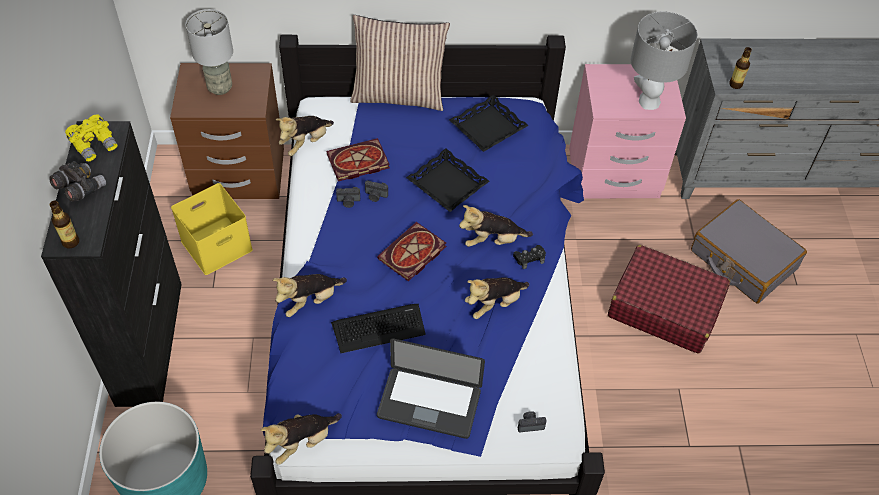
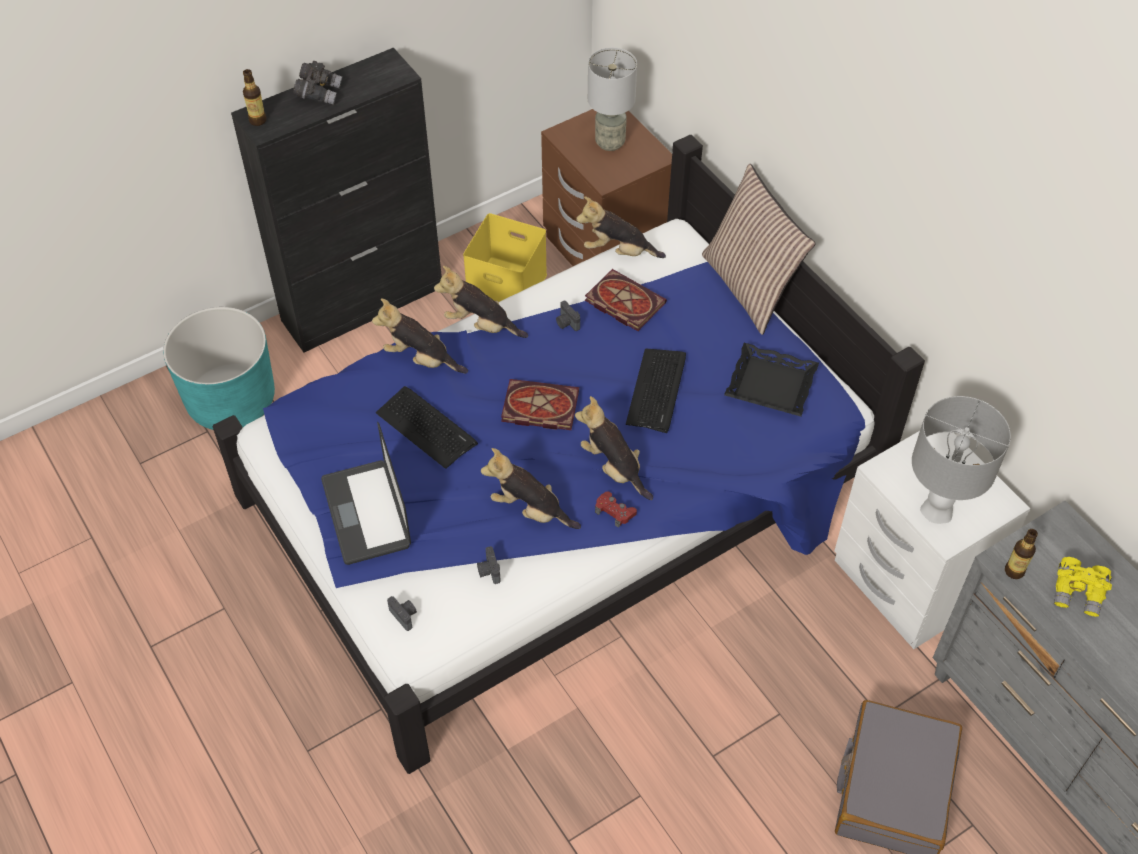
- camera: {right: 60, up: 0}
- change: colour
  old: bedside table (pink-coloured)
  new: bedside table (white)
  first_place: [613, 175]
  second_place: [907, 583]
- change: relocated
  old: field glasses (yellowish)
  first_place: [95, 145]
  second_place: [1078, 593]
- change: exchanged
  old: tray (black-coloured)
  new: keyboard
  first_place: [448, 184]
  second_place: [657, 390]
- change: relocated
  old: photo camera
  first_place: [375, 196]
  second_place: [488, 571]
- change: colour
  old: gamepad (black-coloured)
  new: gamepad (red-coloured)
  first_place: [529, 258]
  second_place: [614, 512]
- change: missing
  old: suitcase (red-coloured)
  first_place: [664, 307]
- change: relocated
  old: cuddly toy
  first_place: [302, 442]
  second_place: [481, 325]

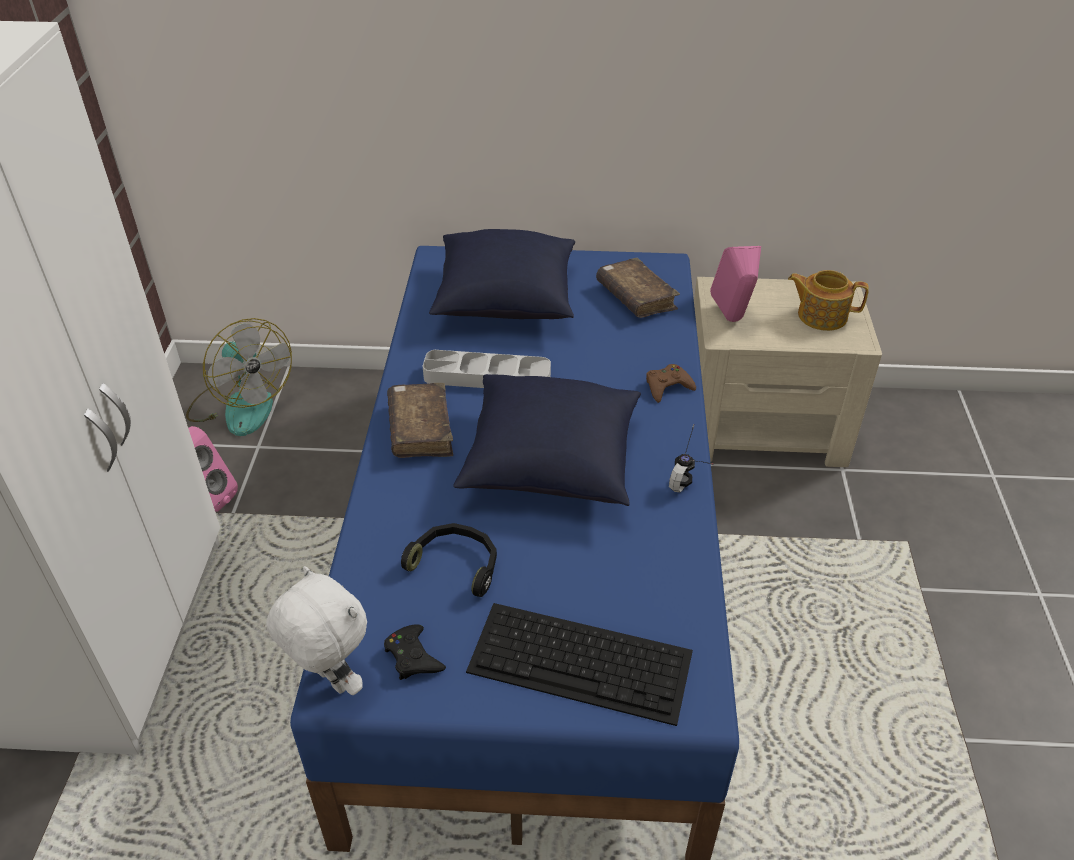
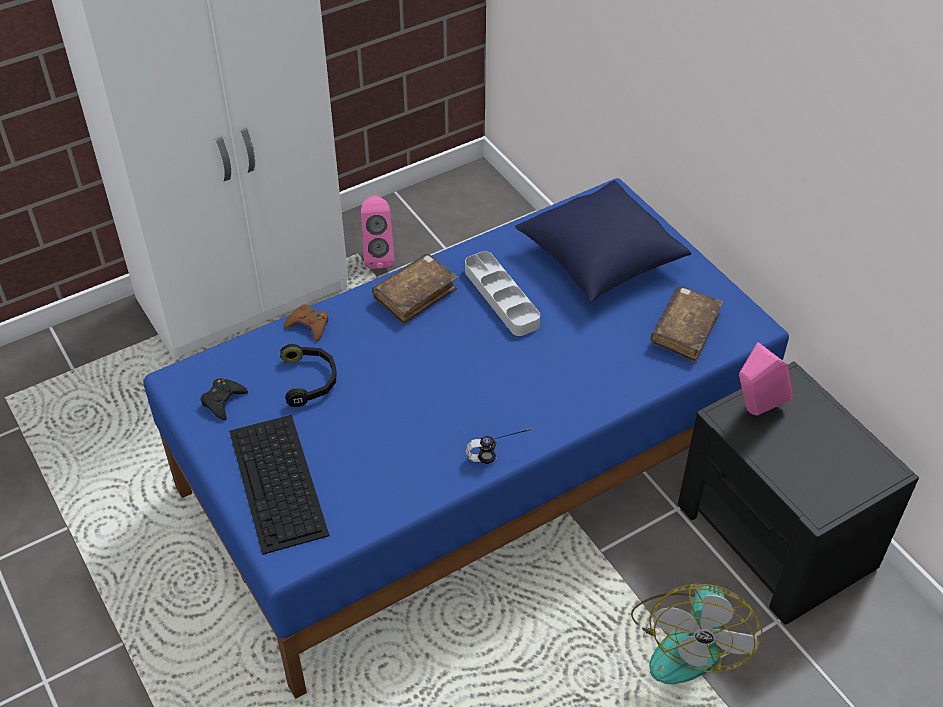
- camera: {right: 55, up: 5}
- change: missing
  old: tea pot
  first_place: [821, 315]
- change: colour
  old: bedside table (beige)
  new: bedside table (black-coloured)
  first_place: [763, 425]
  second_place: [776, 536]
- change: relocated
  old: cooling fan
  first_place: [241, 404]
  second_place: [687, 641]
- change: relocated
  old: gamepad (brownish)
  first_place: [667, 387]
  second_place: [309, 325]
- change: missing
  old: pillow (blue)
  first_place: [550, 463]
- change: missing
  old: cuddly toy (white)
  first_place: [330, 680]

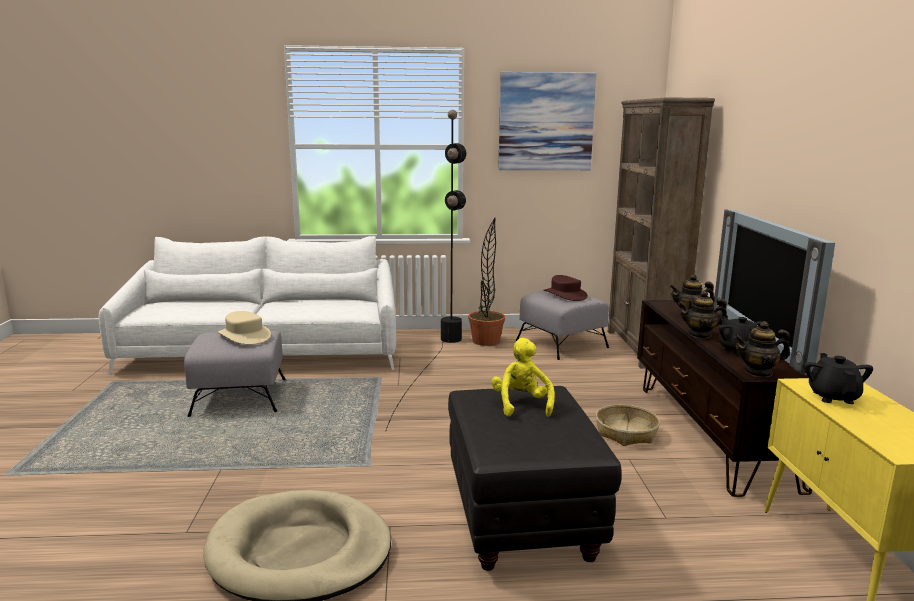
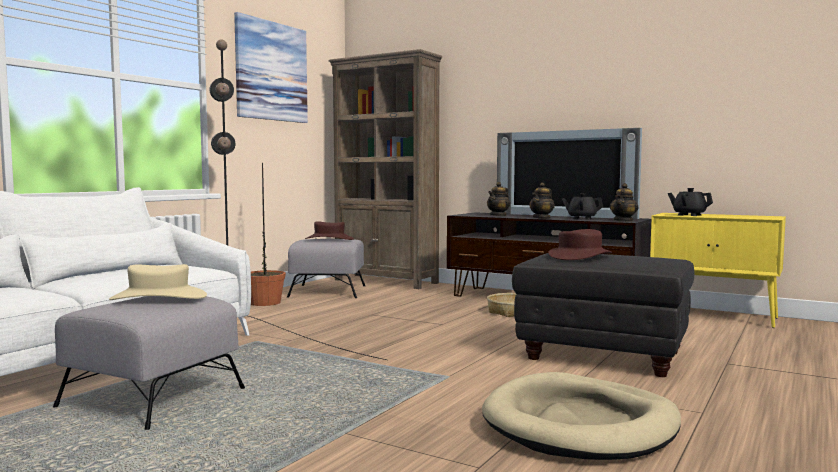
- camera: {right: -55, up: -10}
- change: exchanged
  old: cuddly toy (yellowish)
  new: clothing hat (brownish)
  first_place: [521, 404]
  second_place: [579, 256]

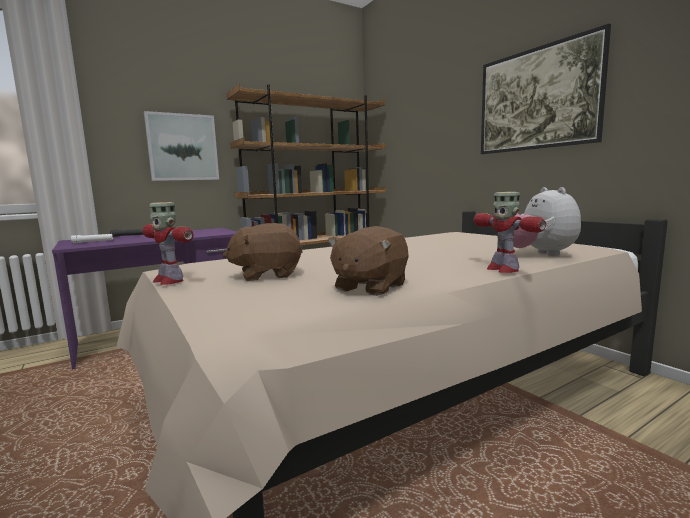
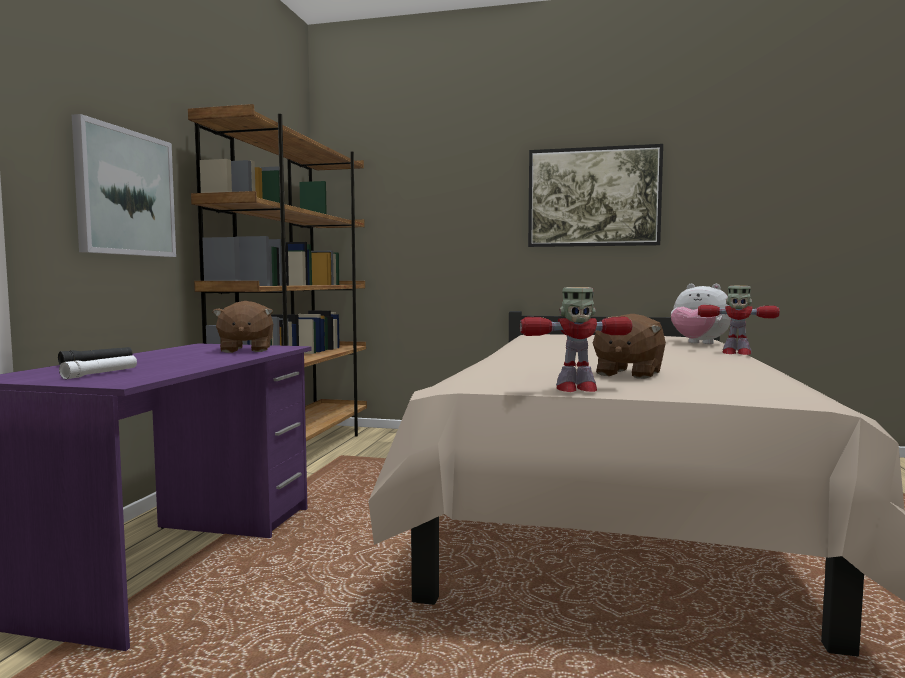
- camera: {right: -45, up: -5}
- change: relocated
  old: cuddly toy (brownish)
  first_place: [369, 287]
  second_place: [245, 350]

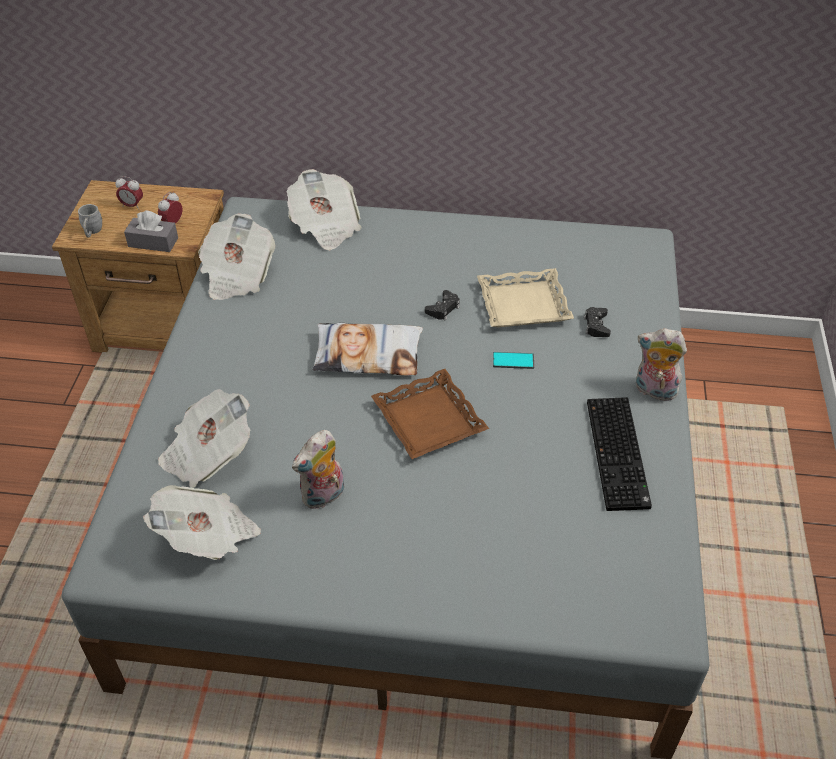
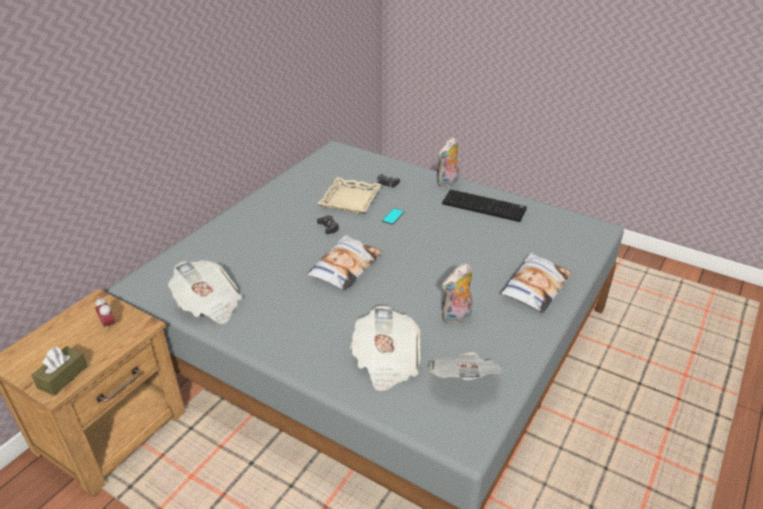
- camera: {right: -65, up: -10}
- change: missing
  old: newspaper
  first_place: [325, 226]
- change: missing
  old: alarm clock
  first_place: [132, 206]
- change: exchanged
  old: mug (grey)
  new: box of tissues (brownish)
  first_place: [92, 232]
  second_place: [63, 377]
- change: missing
  old: box of tissues (grey)
  first_place: [153, 242]
- change: missing
  old: tray (brownish)
  first_place: [428, 420]
- change: spun
  old: cuddly toy
  first_place: [323, 497]
  second_place: [456, 317]
  degrees: 75
- change: appeared
  new: pillow
  second_place: [535, 287]

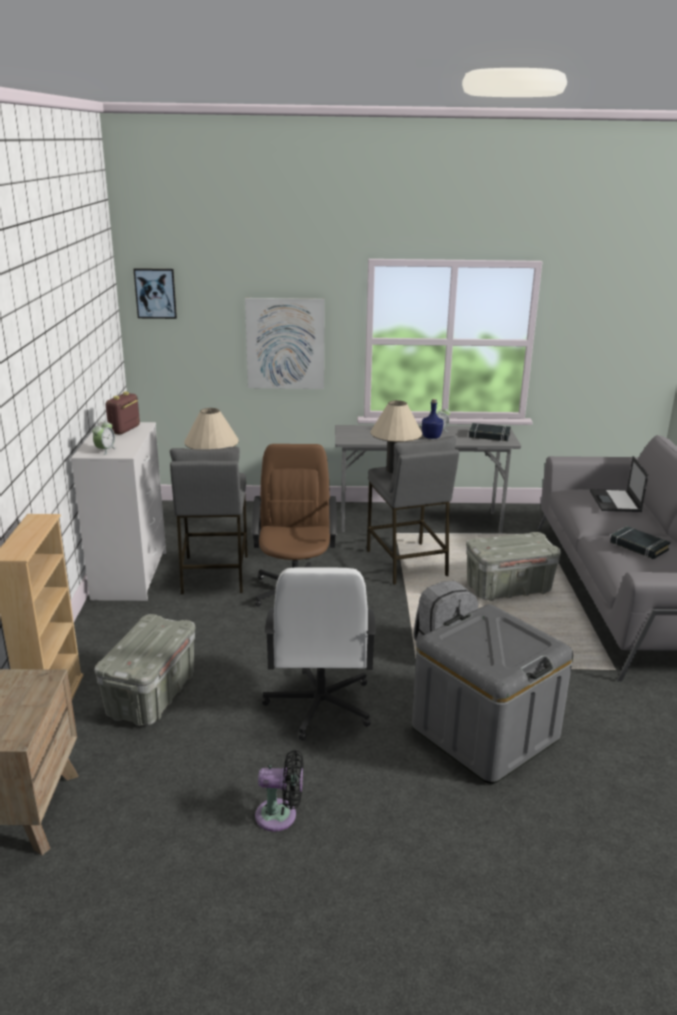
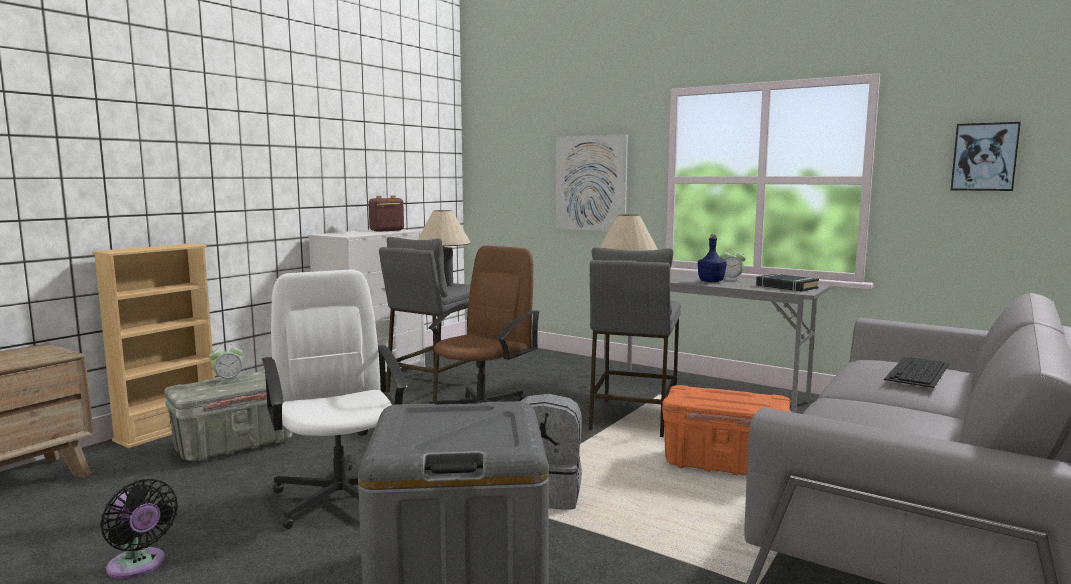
- camera: {right: 35, up: -15}
- change: relocated
  old: picture
  first_place: [155, 293]
  second_place: [984, 157]
- change: relocated
  old: alarm clock
  first_place: [105, 450]
  second_place: [228, 380]
- change: exchanged
  old: laptop
  new: keyboard
  first_place: [615, 501]
  second_place: [918, 372]
- change: missing
  old: volume (black-coloured)
  first_place: [638, 546]
- change: colour
  old: storage box (grey)
  new: storage box (orangey)
  first_place: [508, 588]
  second_place: [724, 465]
- change: spun
  old: desk chair (white)
  first_place: [319, 706]
  second_place: [341, 496]
  degrees: 120

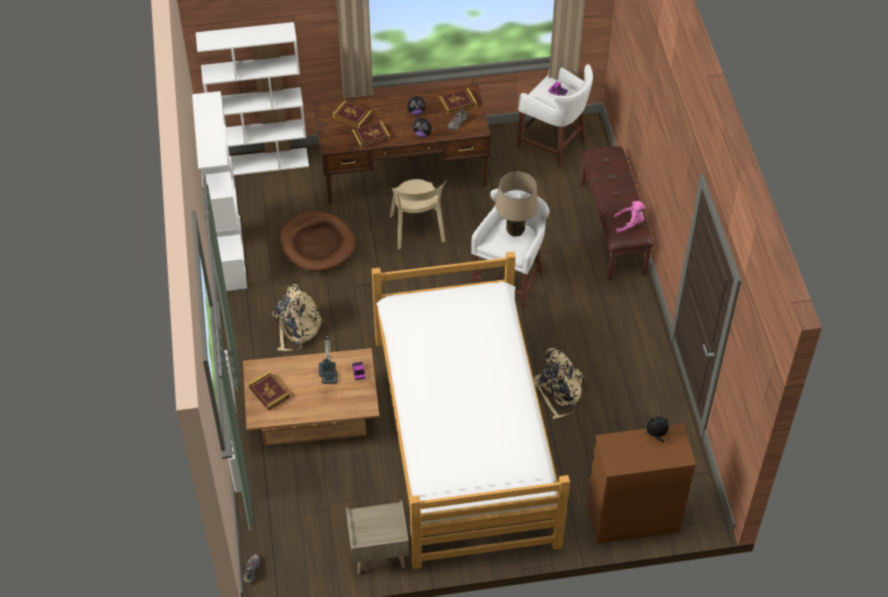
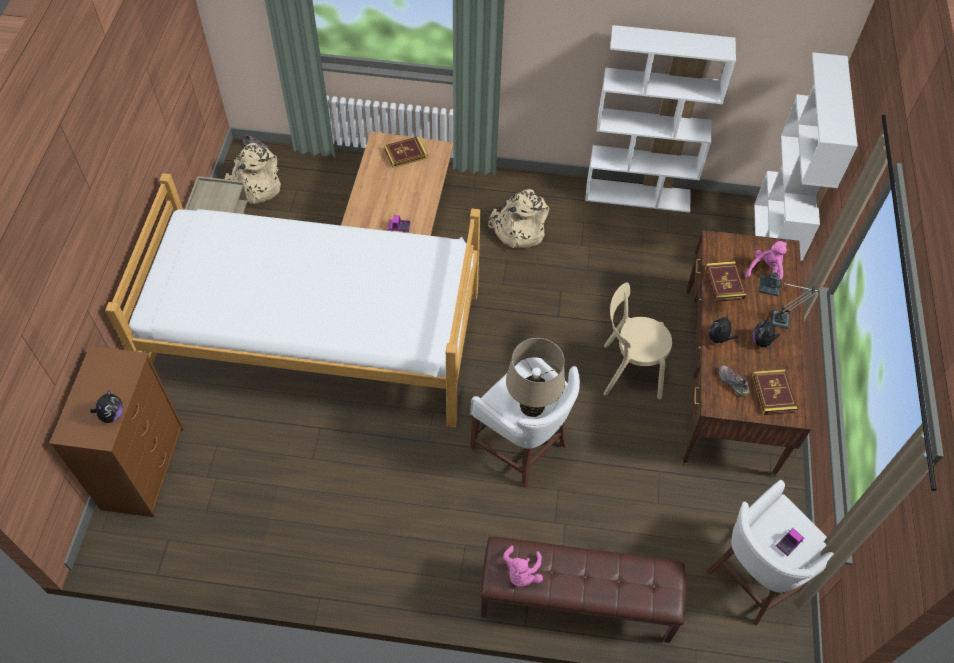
- camera: {right: 105, up: 5}
- change: exchanged
  old: volume
  new: cuddly toy (pink-coloured)
  first_place: [352, 116]
  second_place: [765, 272]
- change: missing
  old: dog cushion (brownish)
  first_place: [317, 244]
- change: relocated
  old: tabletop lamp
  first_place: [329, 381]
  second_place: [774, 319]
- change: relocated
  old: knapsack (beige)
  first_place: [558, 391]
  second_place: [254, 187]

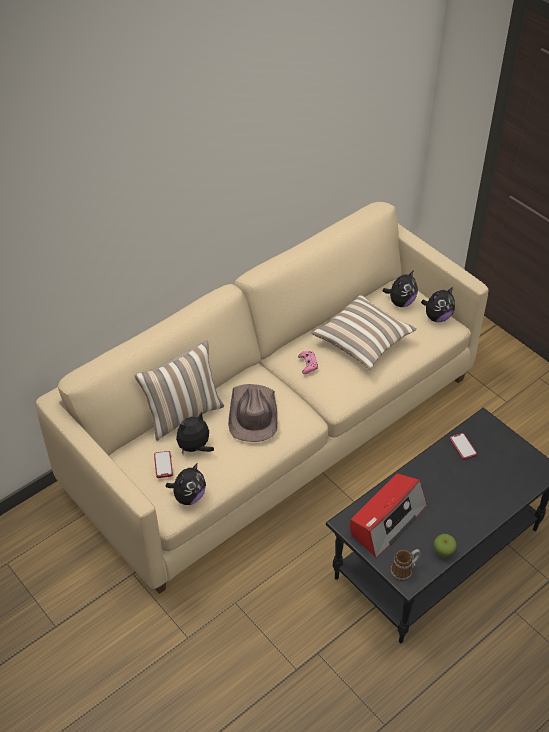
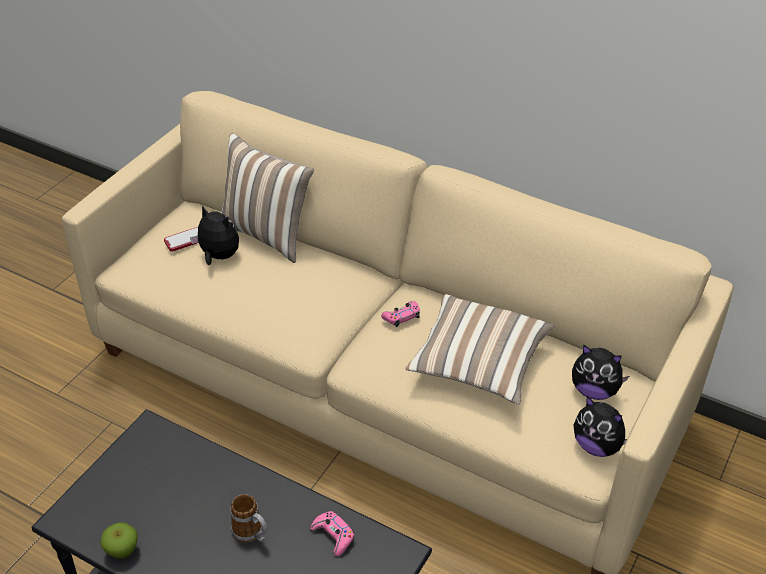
- camera: {right: 70, up: -5}
- change: missing
  old: clothing hat (brownish)
  first_place: [252, 414]
- change: exchanged
  old: phone
  new: gamepad (pink-coloured)
  first_place: [463, 447]
  second_place: [333, 535]
- change: missing
  old: cuddly toy
  first_place: [188, 496]
- change: missing
  old: radio receiver
  first_place: [387, 520]
- change: relocated
  old: mug
  first_place: [405, 570]
  second_place: [252, 533]

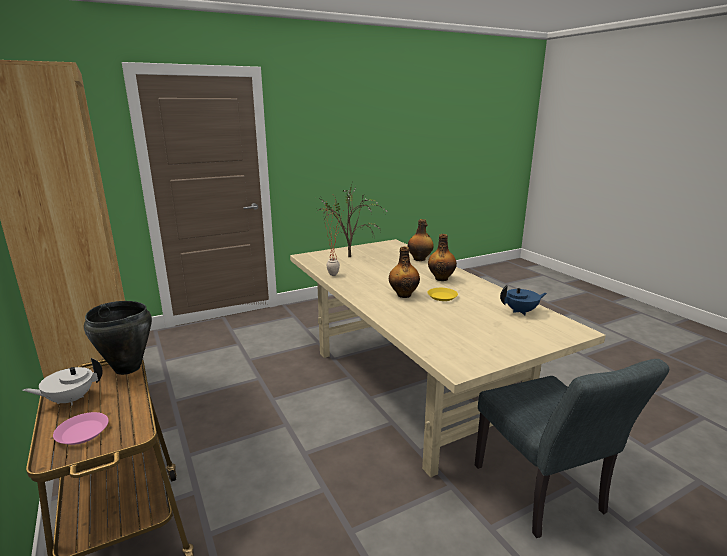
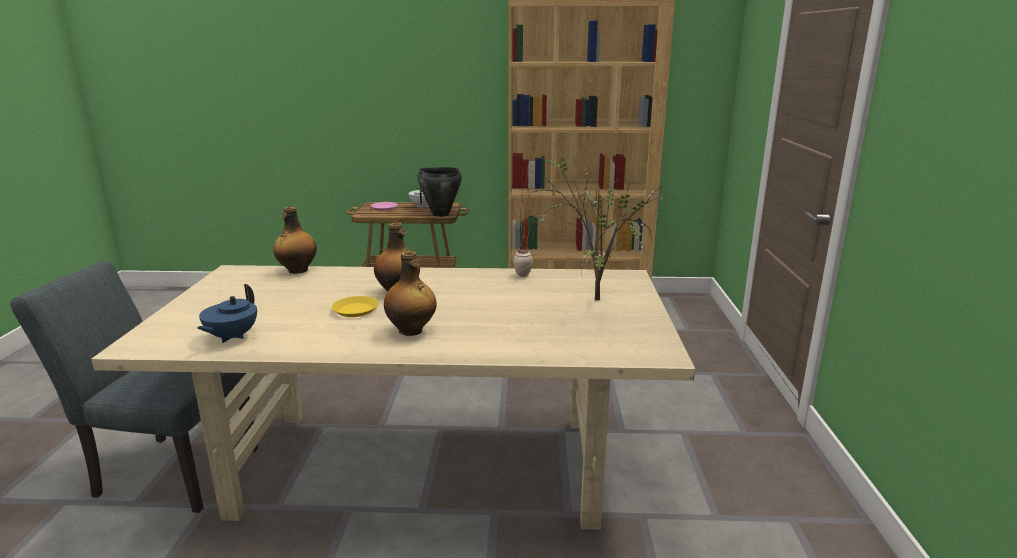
- camera: {right: 120, up: 0}
- change: relocated
  old: bottle
  first_place: [420, 259]
  second_place: [297, 271]

